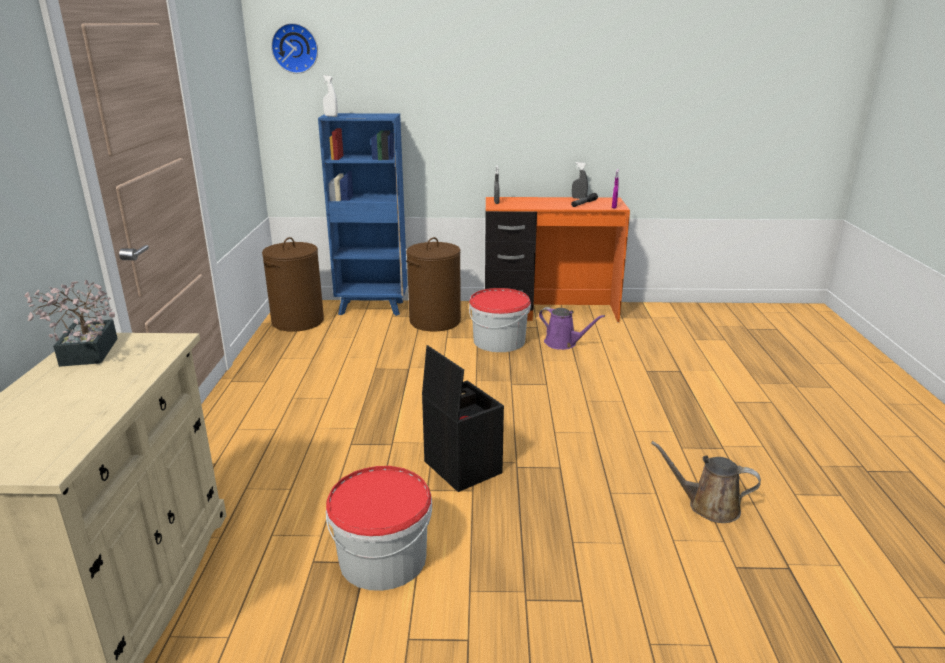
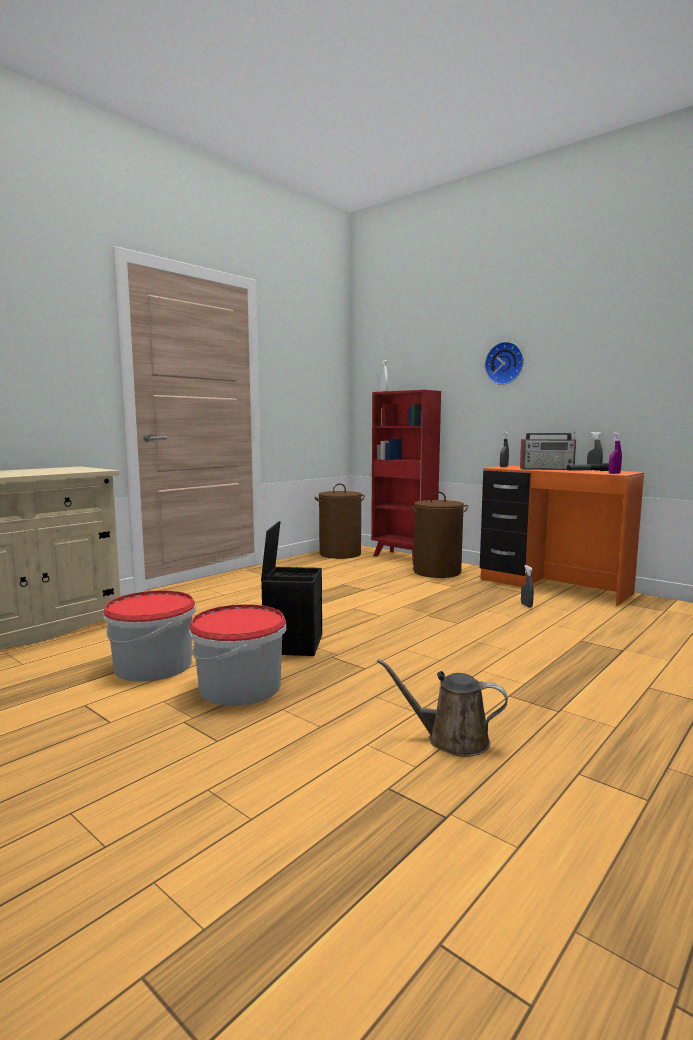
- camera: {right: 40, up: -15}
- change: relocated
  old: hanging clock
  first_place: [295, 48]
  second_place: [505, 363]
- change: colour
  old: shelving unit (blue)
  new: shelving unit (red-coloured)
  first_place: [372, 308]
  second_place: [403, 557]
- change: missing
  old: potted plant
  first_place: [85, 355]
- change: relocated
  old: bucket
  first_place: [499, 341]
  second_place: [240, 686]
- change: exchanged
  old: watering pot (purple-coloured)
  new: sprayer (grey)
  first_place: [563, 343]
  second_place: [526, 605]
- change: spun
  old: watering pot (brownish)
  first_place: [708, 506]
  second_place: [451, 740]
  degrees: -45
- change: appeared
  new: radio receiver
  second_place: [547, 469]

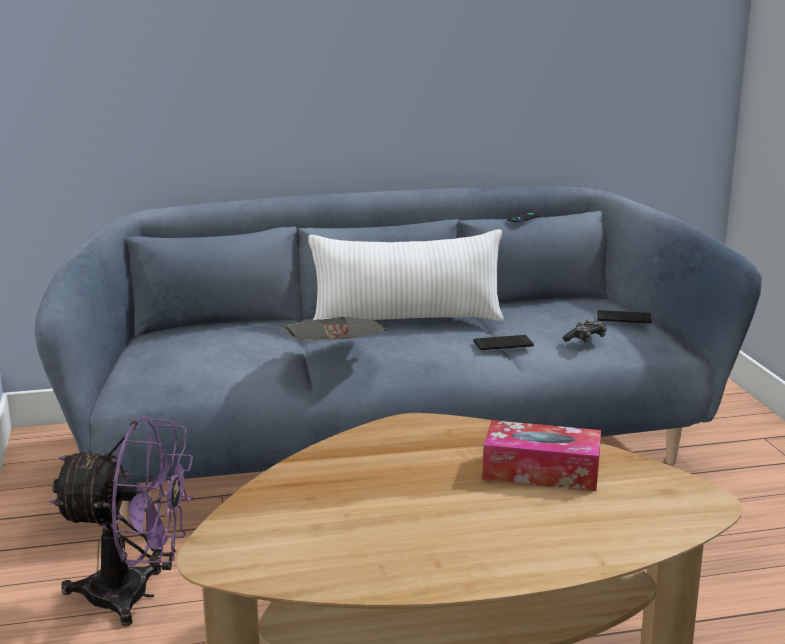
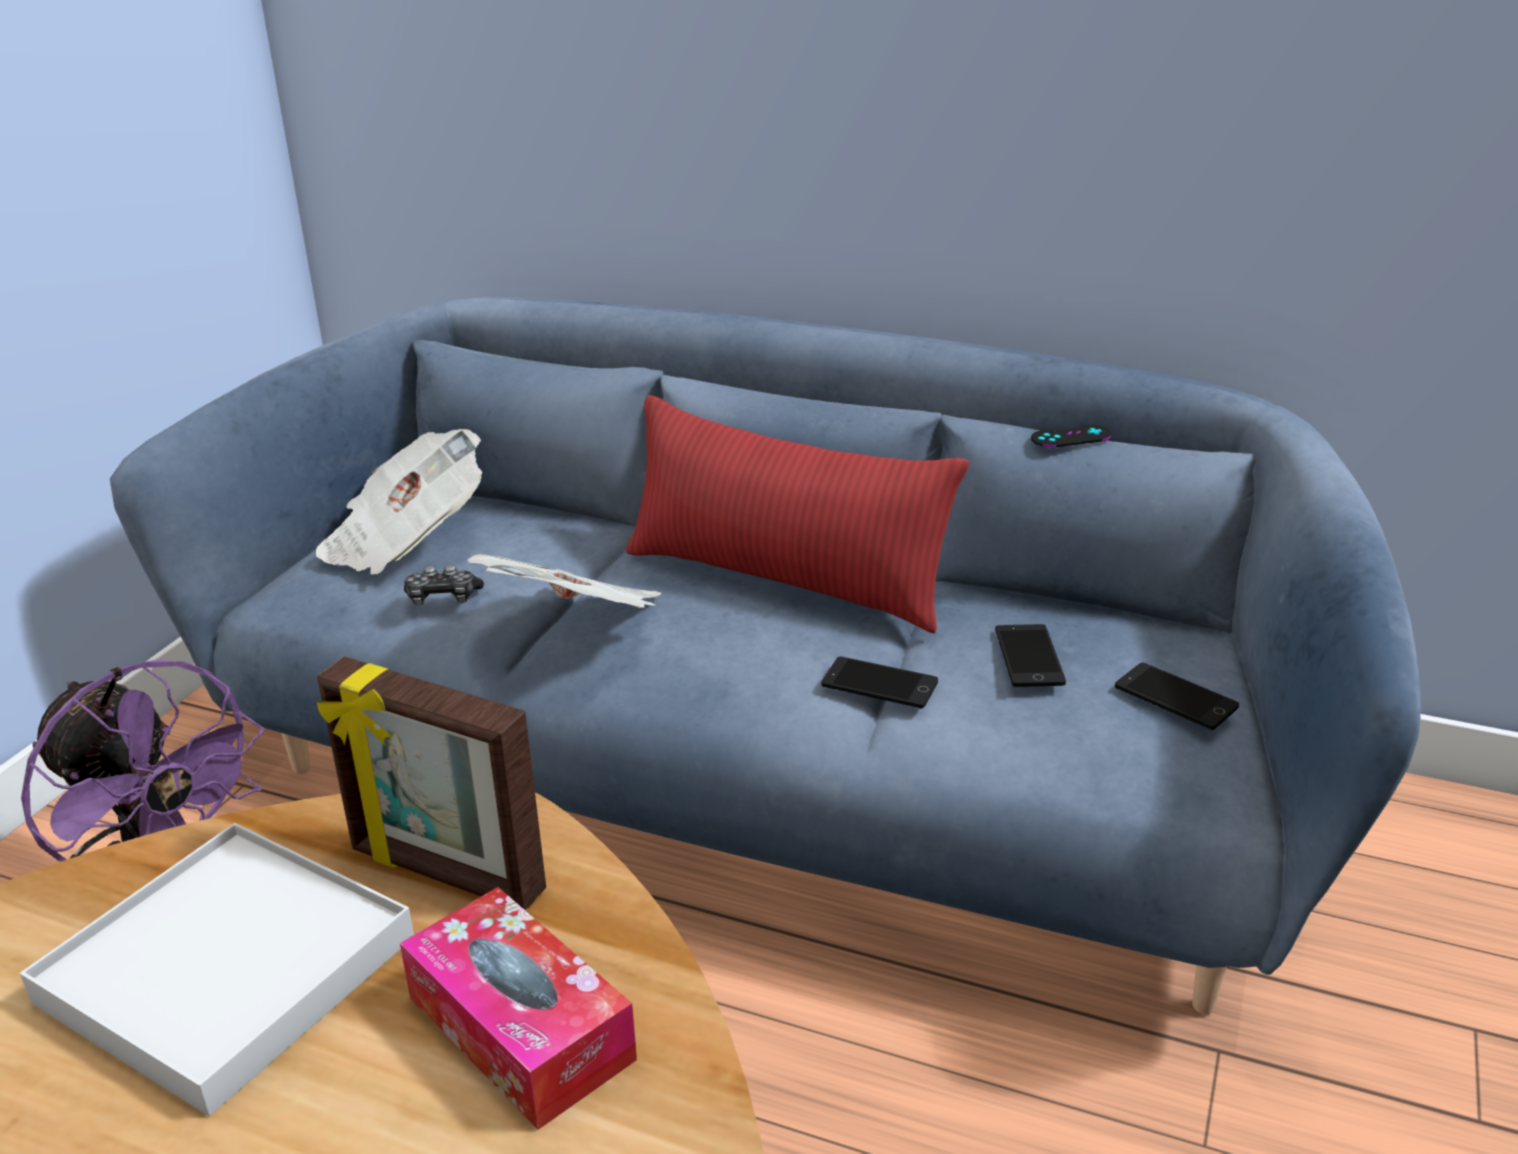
- camera: {right: 35, up: 10}
- change: colour
  old: pillow (white)
  new: pillow (red-coloured)
  first_place: [407, 320]
  second_place: [785, 580]
- change: relocated
  old: gamepad
  first_place: [586, 339]
  second_place: [443, 598]
- change: appeared
  new: newspaper
  second_place: [405, 542]
- change: appeared
  new: phone
  second_place: [1029, 656]
- change: appeared
  new: photo frame
  second_place: [445, 873]
- change: appeared
  new: tray (white)
  second_place: [227, 968]

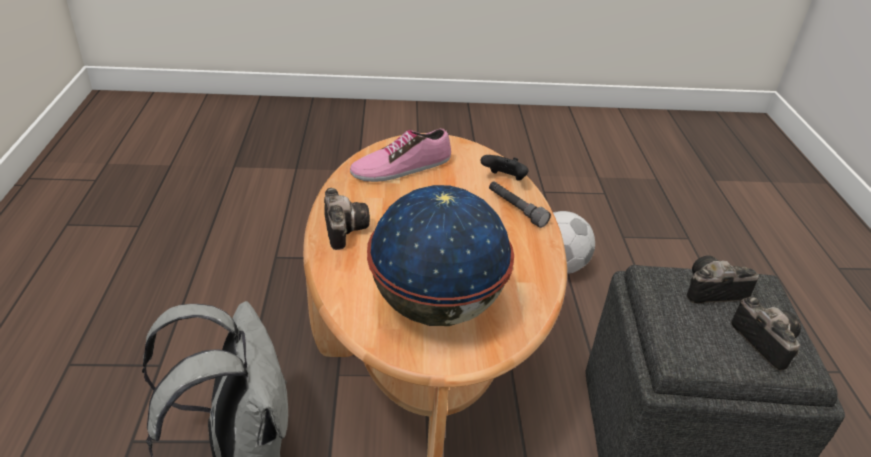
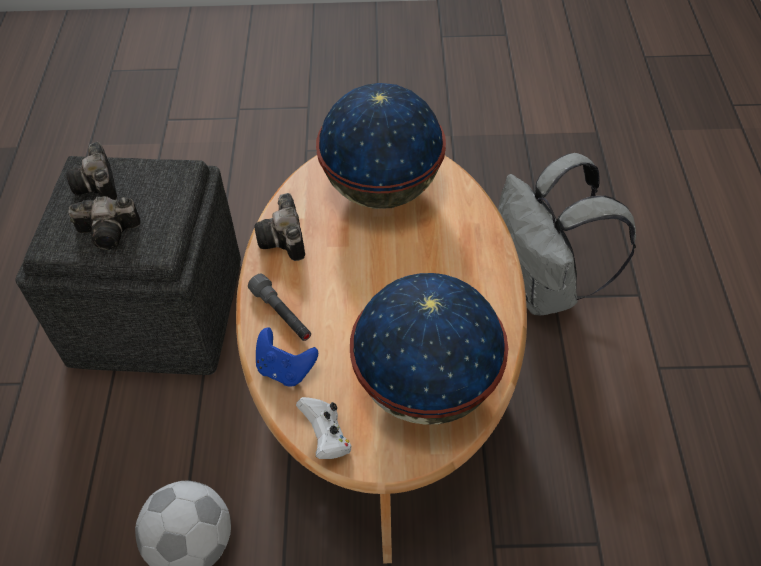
- camera: {right: -175, up: 15}
- change: exchanged
  old: item of footwear
  new: world globe
  first_place: [401, 167]
  second_place: [425, 387]
- change: colour
  old: gamepad (black-coloured)
  new: gamepad (blue)
  first_place: [504, 180]
  second_place: [285, 369]
- change: relocated
  old: photo camera
  first_place: [343, 228]
  second_place: [284, 241]
- change: appeared
  new: gamepad (white)
  second_place: [326, 438]

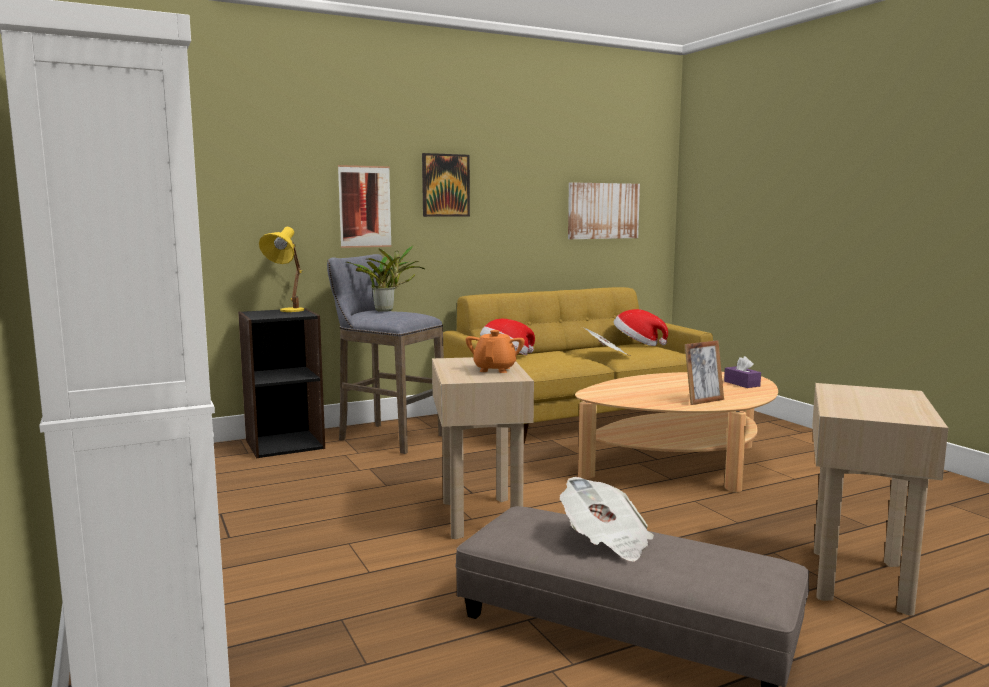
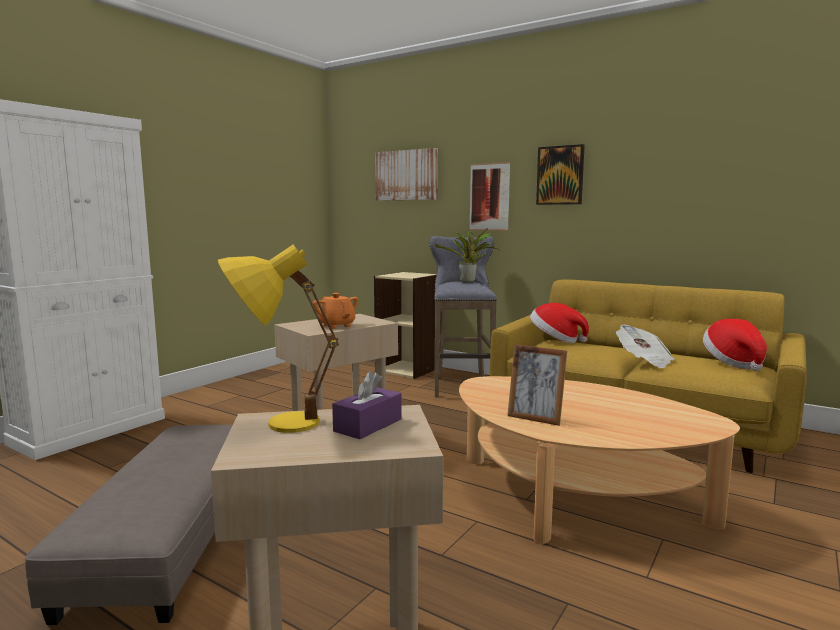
- camera: {right: 60, up: 0}
- change: relocated
  old: picture
  first_place: [603, 211]
  second_place: [406, 175]
- change: relocated
  old: tabletop lamp (yellowish)
  first_place: [286, 311]
  second_place: [274, 424]
- change: colour
  old: shelving unit (black-coloured)
  new: shelving unit (beige)
  first_place: [284, 444]
  second_place: [408, 369]
- change: spun
  old: tea pot (orangey)
  first_place: [495, 369]
  second_place: [336, 325]
  degrees: -105
- change: relocated
  old: box of tissues (purple-coloured)
  first_place: [741, 384]
  second_place: [368, 425]
- change: missing
  old: newspaper
  first_place: [606, 541]

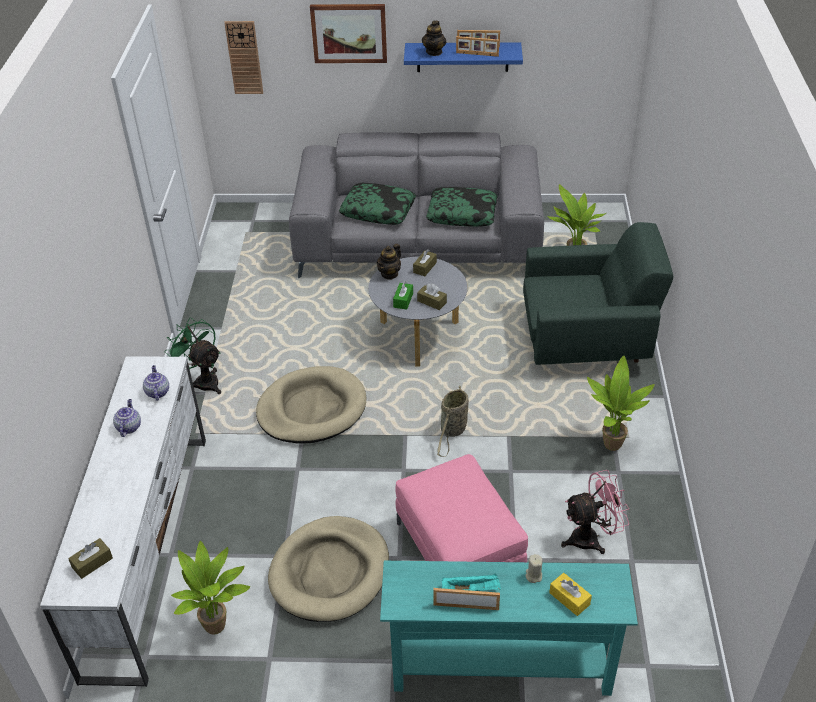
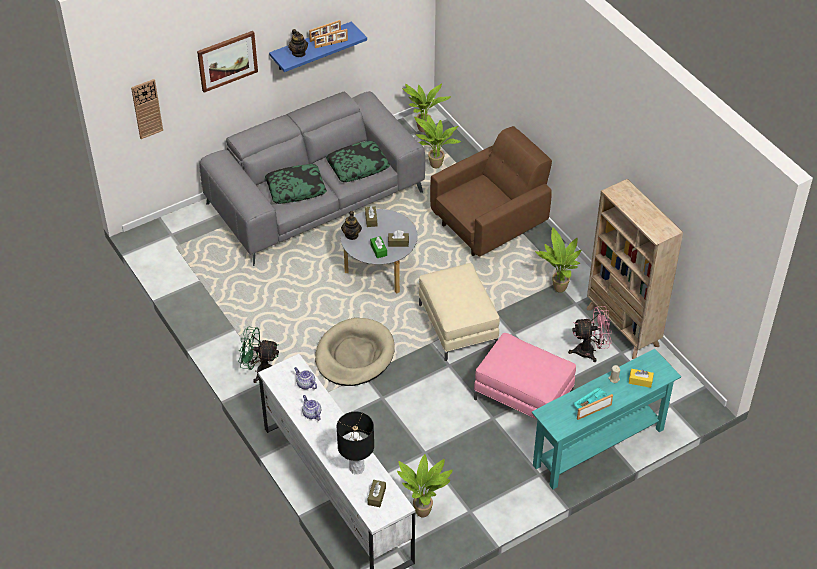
- camera: {right: -35, up: 5}
- change: colour
  old: easy chair (green)
  new: easy chair (brownish)
  first_place: [587, 340]
  second_place: [490, 224]
- change: exchanged
  old: household basket
  new: footrest (beige)
  first_place: [453, 431]
  second_place: [458, 325]
- change: spun
  old: cooling fan (pink-coloured)
  first_place: [591, 538]
  second_place: [590, 351]
  degrees: 45
- change: missing
  old: dog cushion (beige)
  first_place: [330, 572]
- change: appeared
  new: potted plant
  second_place: [423, 130]
- change: appeared
  new: shelving unit (beige)
  second_place: [622, 327]
- change: appeared
  new: tabletop lamp (black-coloured)
  second_place: [356, 468]

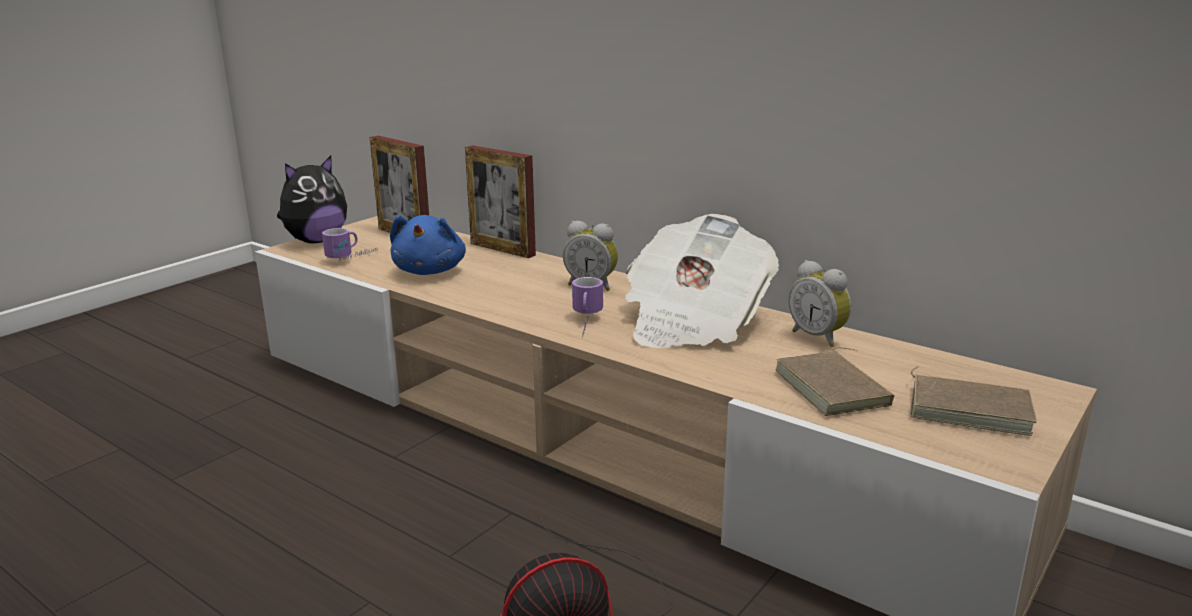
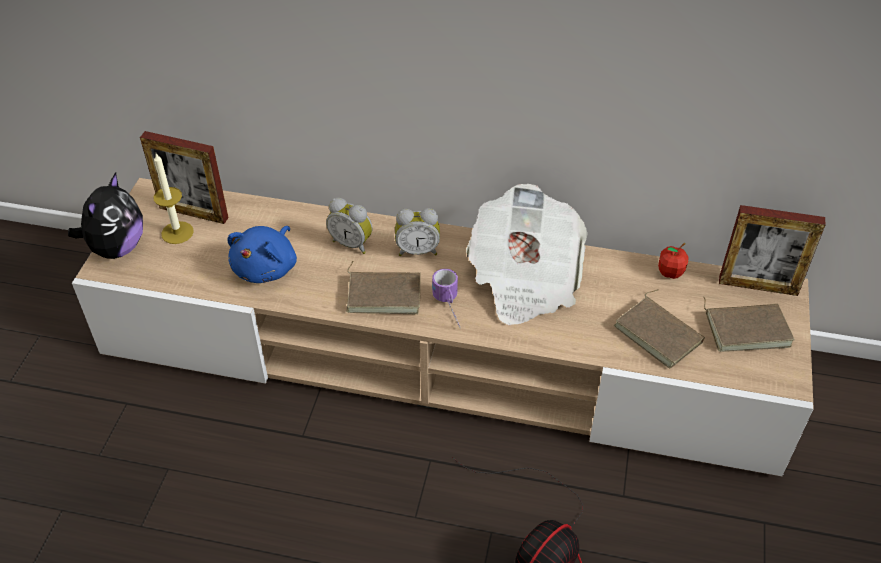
- camera: {right: -25, up: 25}
- change: relocated
  old: photo frame
  first_place: [502, 249]
  second_place: [758, 286]
- change: spun
  old: cuddly toy (blue)
  first_place: [430, 271]
  second_place: [267, 268]
  degrees: 45
- change: missing
  old: mug
  first_place: [353, 258]
- change: relocated
  old: alarm clock
  first_place: [818, 337]
  second_place: [352, 243]
- change: appeared
  new: candle
  second_place: [177, 232]
- change: appeared
  new: whole apple
  second_place: [670, 272]
- change: appeared
  new: volume (brownish)
  second_place: [384, 293]

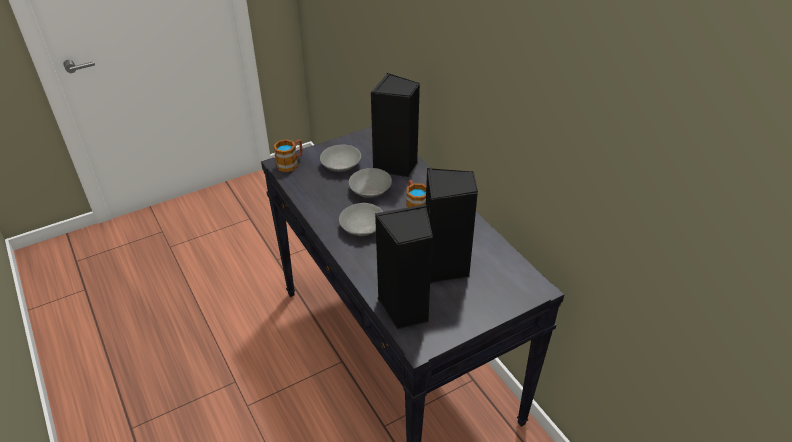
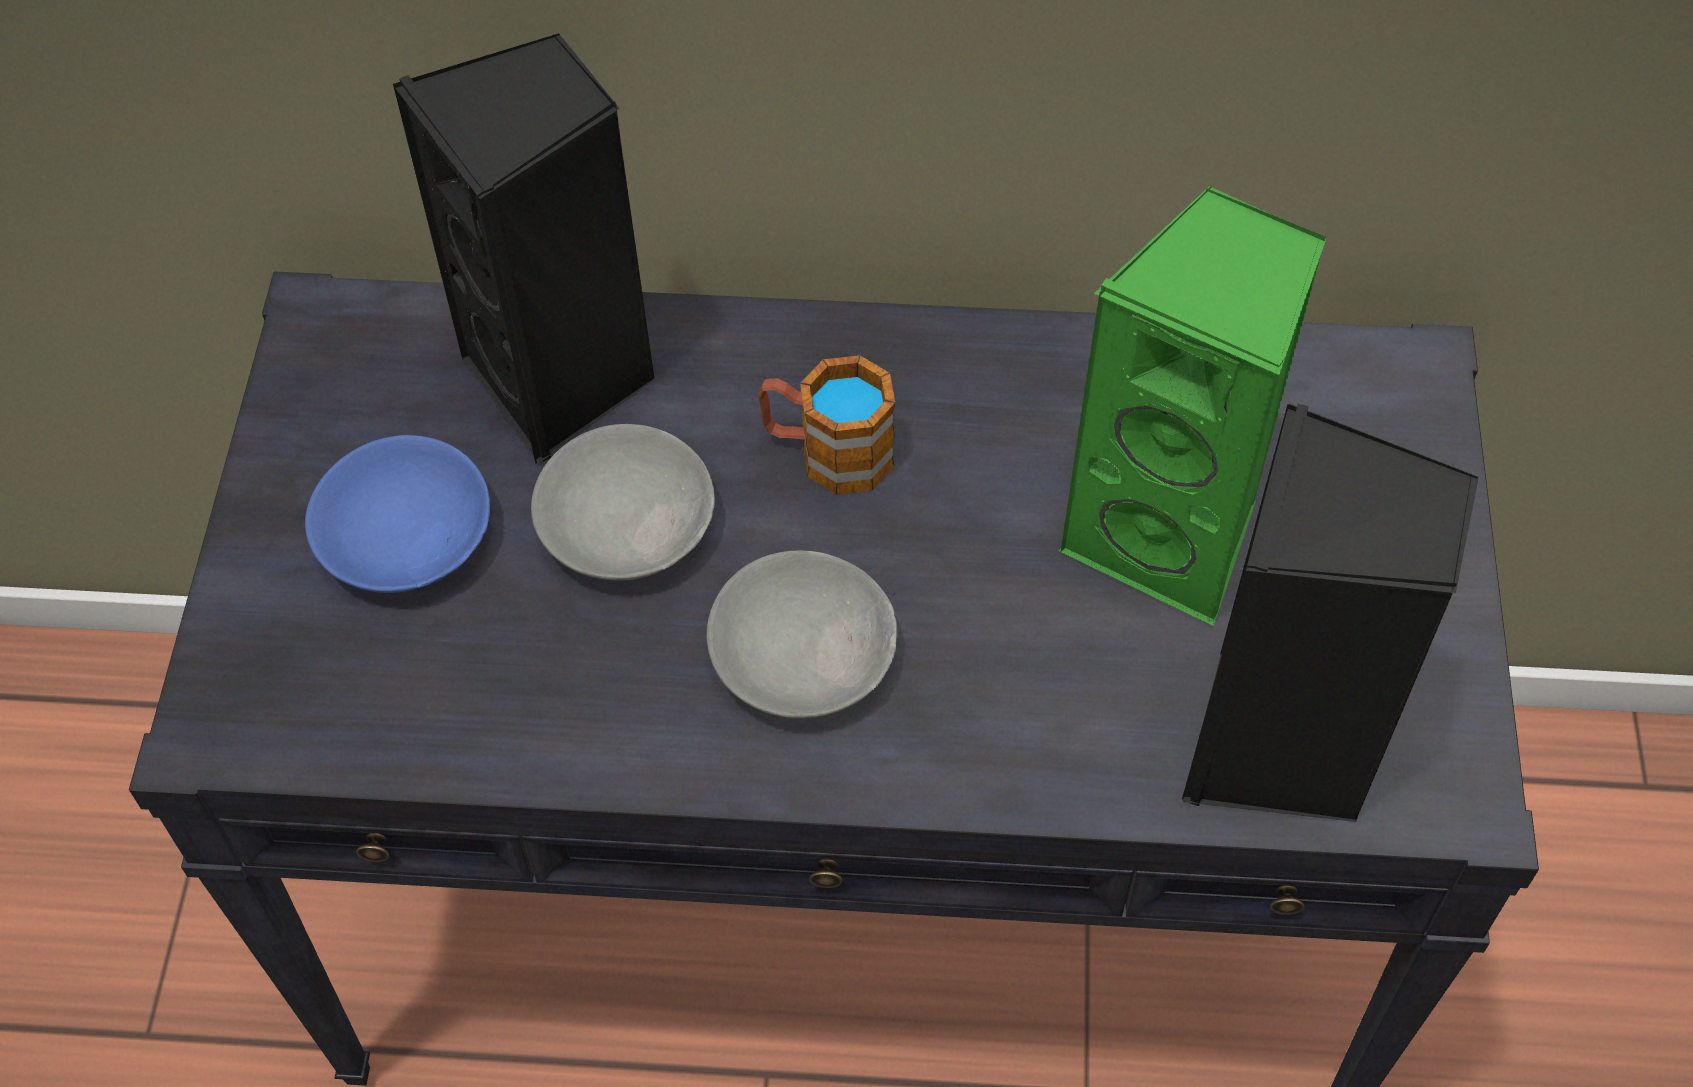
- camera: {right: -55, up: 15}
- change: missing
  old: mug
  first_place: [291, 163]
- change: colour
  old: deep dish (grey)
  new: deep dish (blue)
  first_place: [340, 165]
  second_place: [407, 540]
- change: colour
  old: speaker (black-coloured)
  new: speaker (green)
  first_place: [445, 267]
  second_place: [1171, 536]

